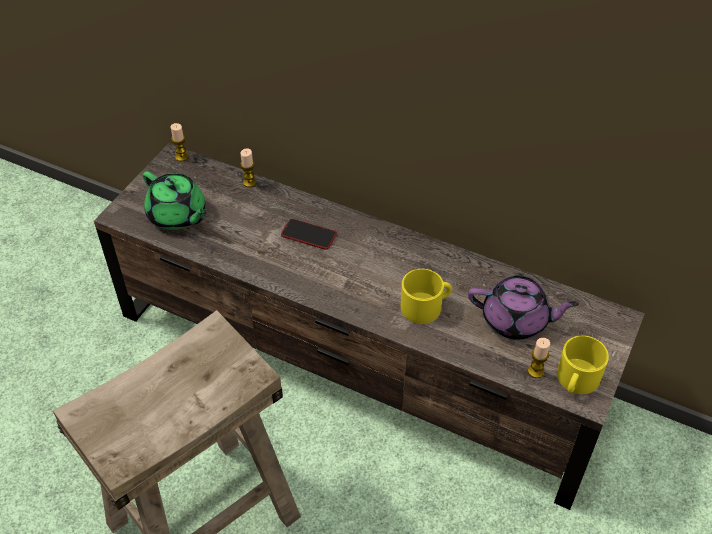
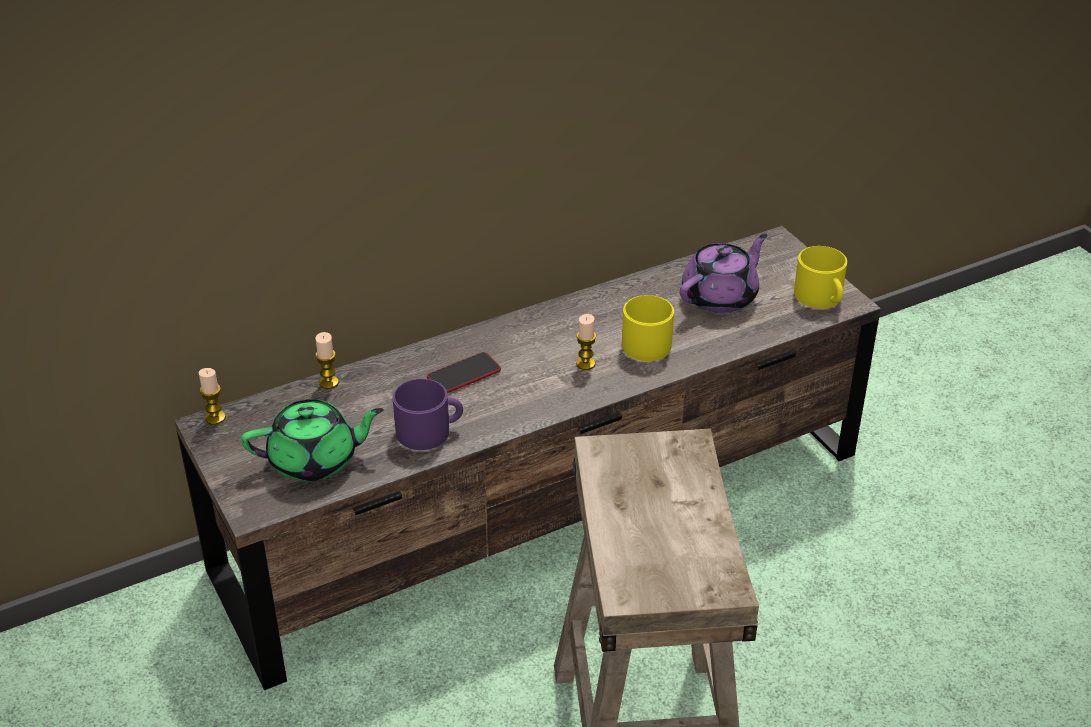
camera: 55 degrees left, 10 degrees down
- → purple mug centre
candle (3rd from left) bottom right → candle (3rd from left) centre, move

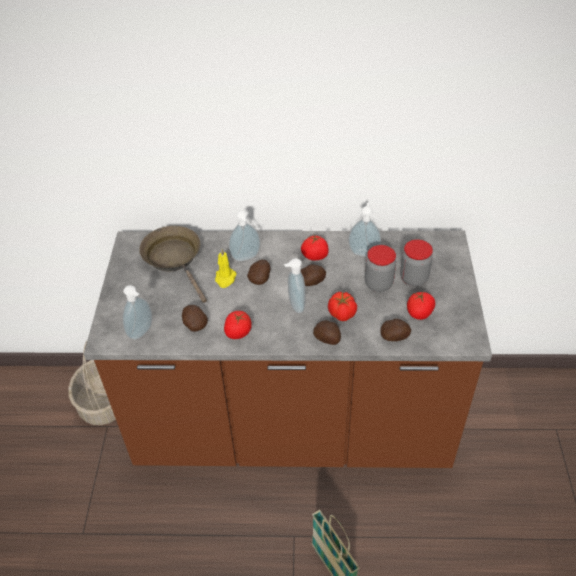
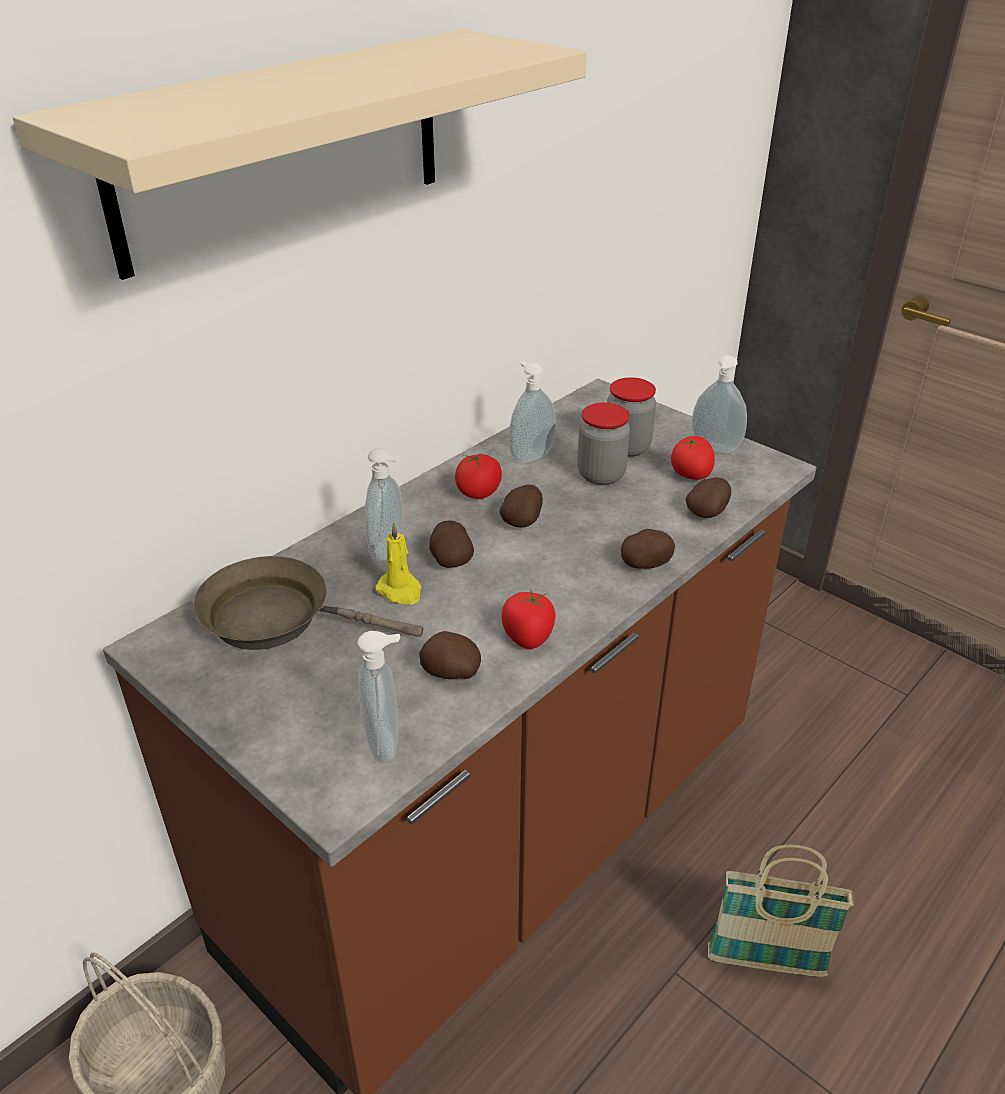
camera: 50 degrees left, 10 degrees down
whole tomato (3rd from left) centre → -
- → sand-coloured wall shelf top left
soap dispenser (3rd from left in the first image) centre → soap dispenser (4th from left) middle right, move

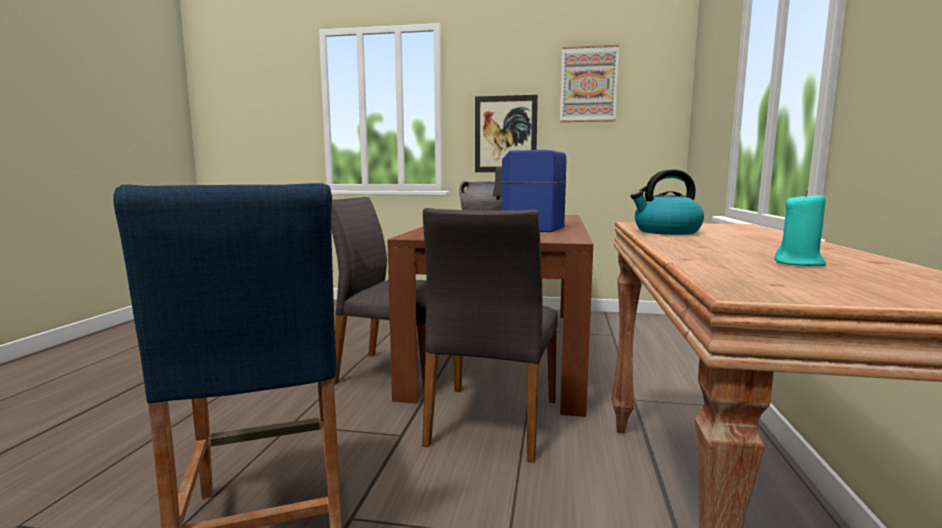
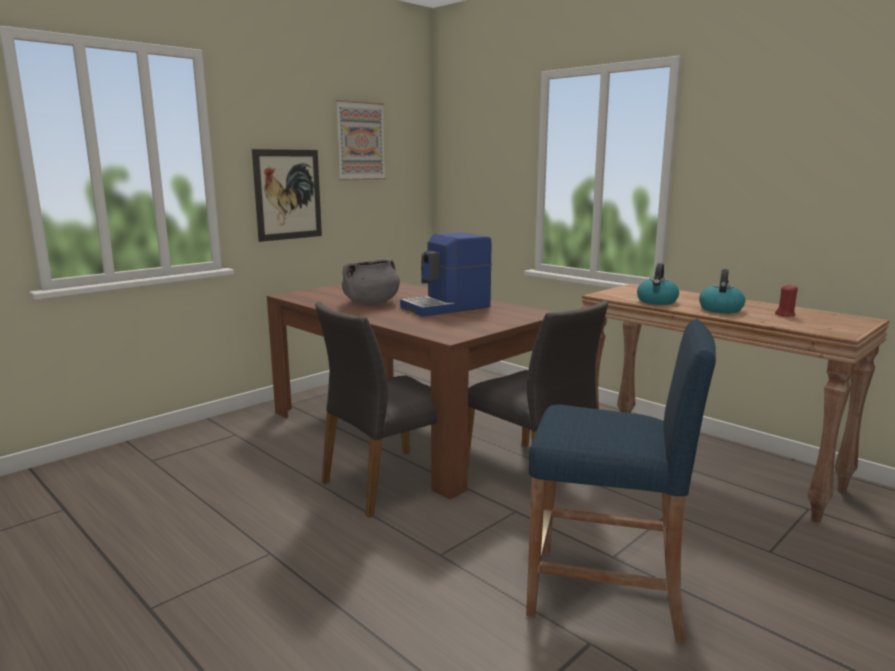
camera: 55 degrees left, 5 degrees up
- → water kettle (2nd from left) middle right
blue-green candle middle right → reddish candle middle right

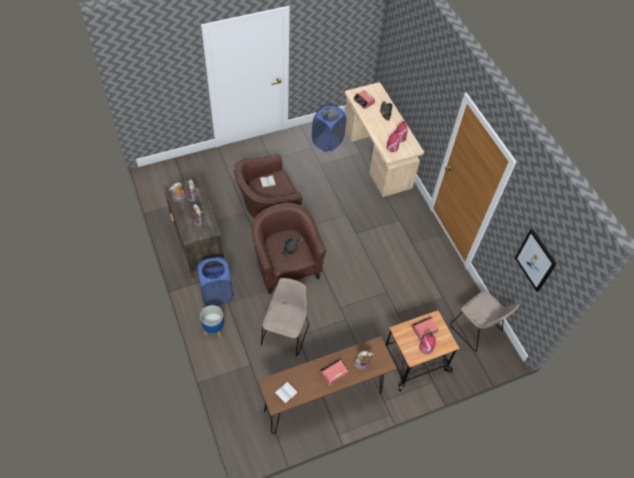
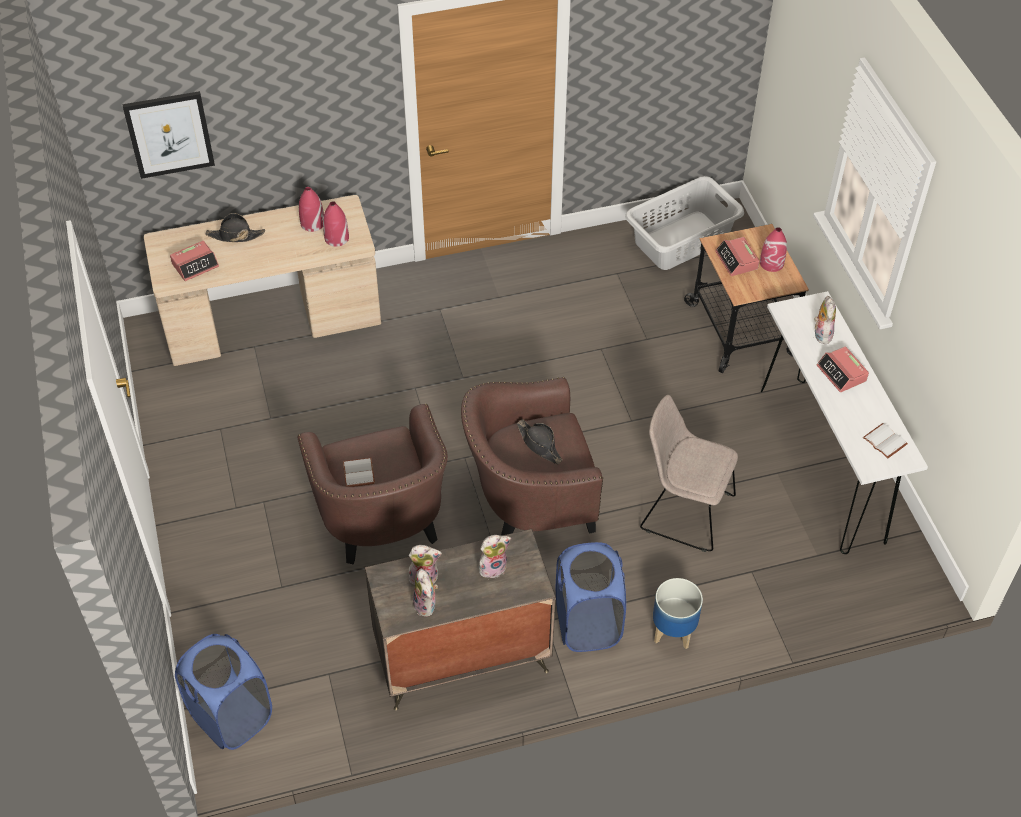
camera: 80 degrees left, 5 degrees down
blue laundry basket (2nd from left in the first image) top centre → blue laundry basket (1st from left) bottom left, move
picture middle right → picture top left, move
sand-coloured plain chair (2nd from left) bottom right → gray laundry basket top right
brownish hall table bottom centre → white hall table middle right

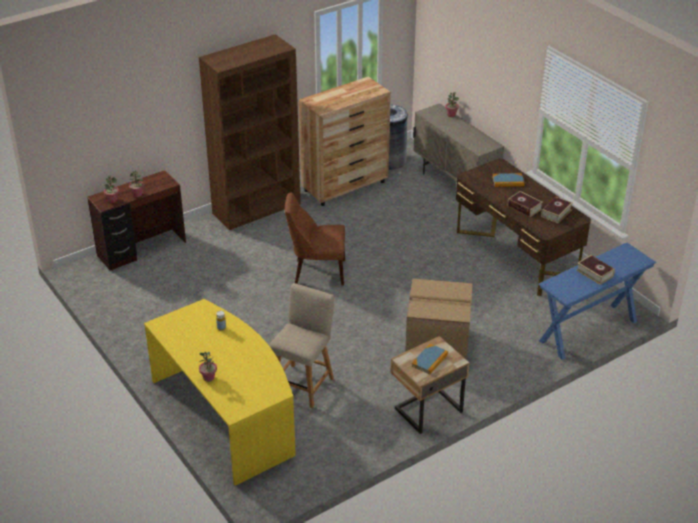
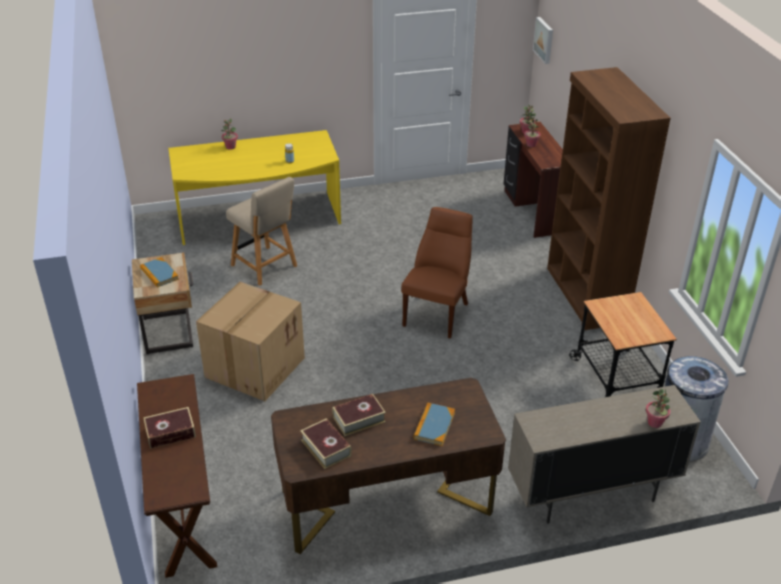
camera: 110 degrees right, 0 degrees up
- → picture top right
brownish dresser top centre → wheeled cart middle right
blue hall table middle right → brownish hall table bottom left

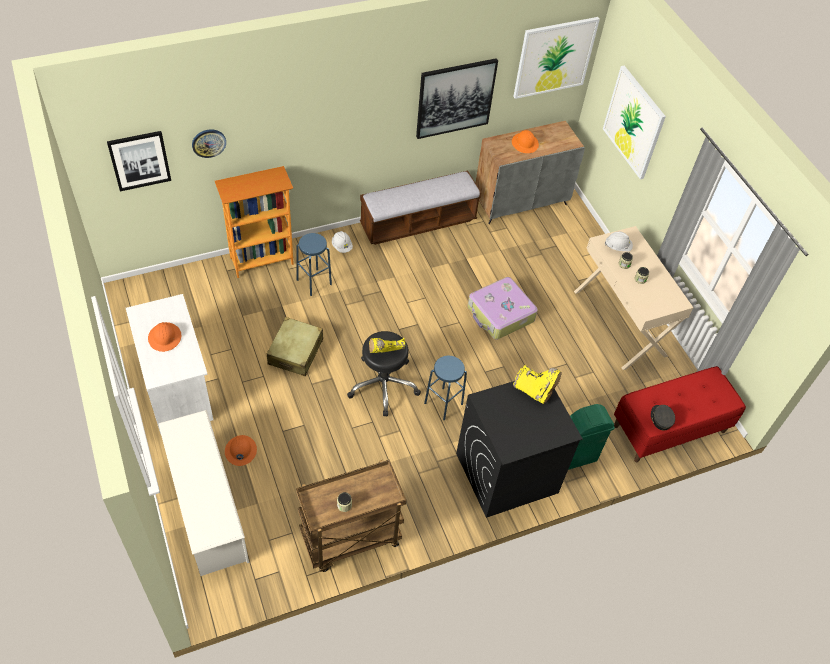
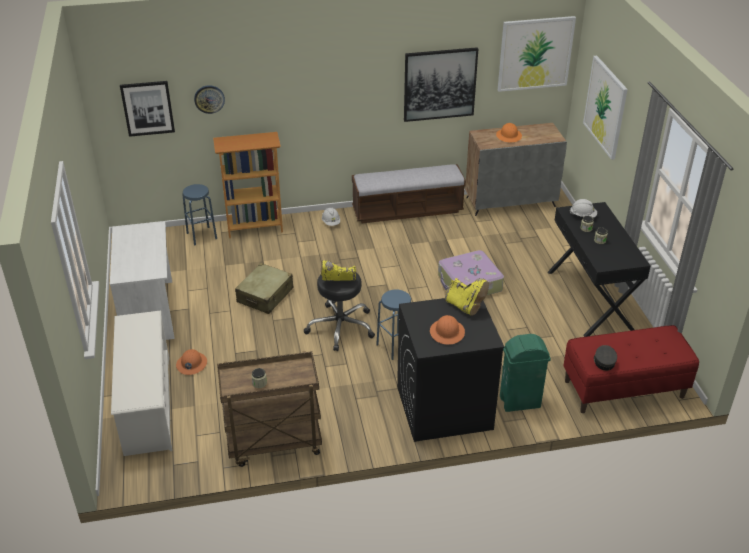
camera: 15 degrees right, 15 degrees down
orange-coloured safety helmet (1st from left in the first image) middle left → orange-coloured safety helmet (2nd from left) centre, move
blue sitting stool (1st from left) centre → blue sitting stool (1st from left) middle left, move
sand-coloured hall table middle right → black hall table middle right

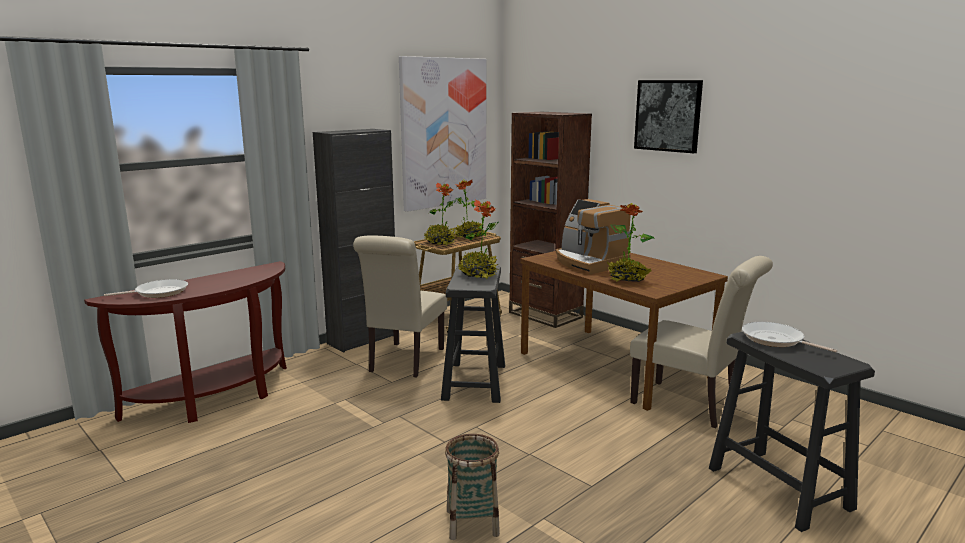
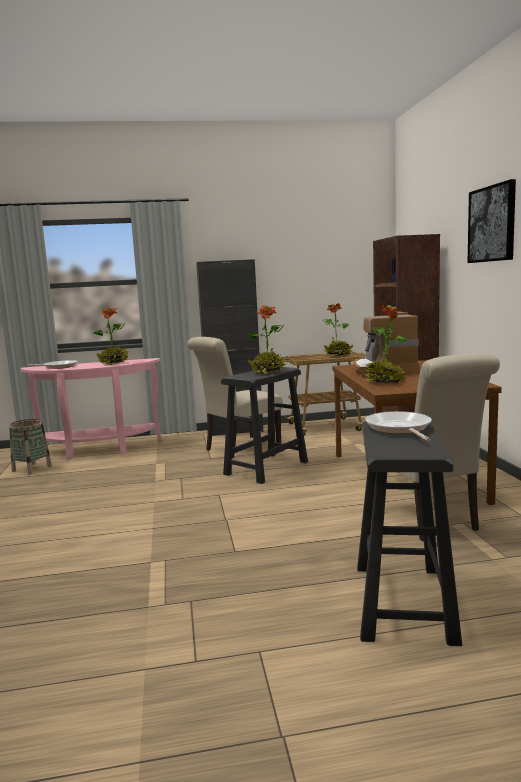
camera: 35 degrees right, 5 degrees down
picture (1st from left) top centre → -
potted plant (1st from left) centre → potted plant (1st from left) middle left, move
storage basket bottom centre → storage basket middle left, move
brownish hall table middle left → pink hall table middle left

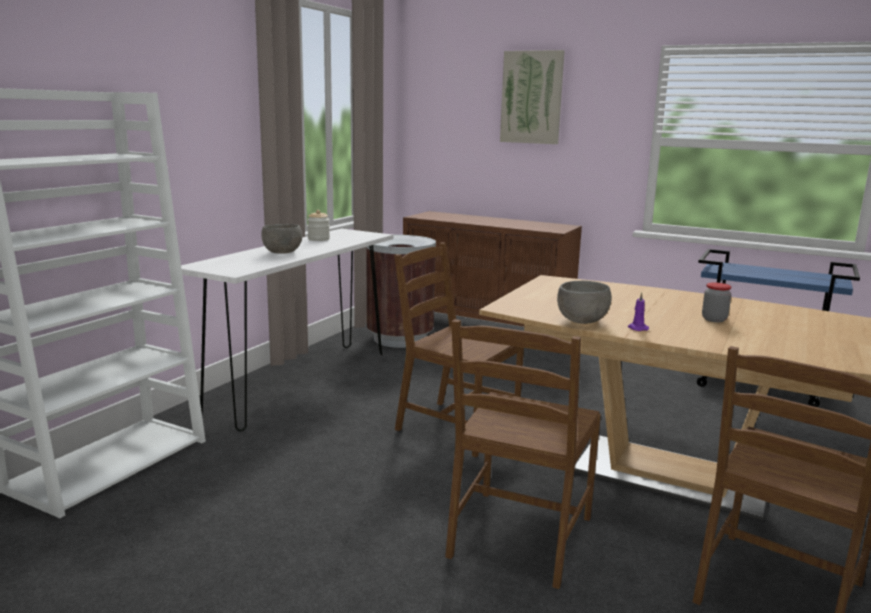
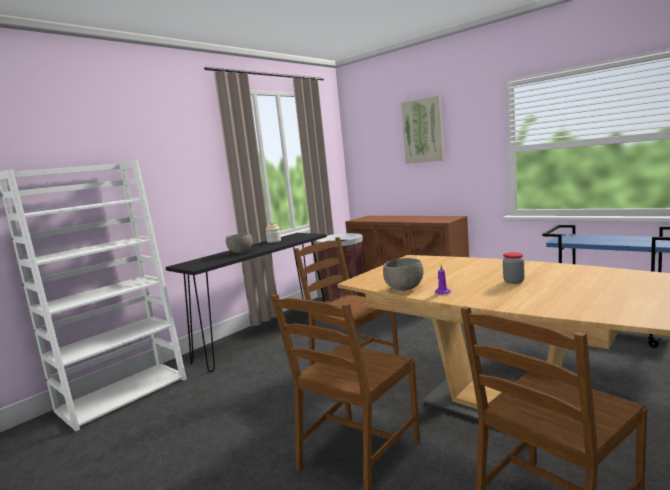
camera: 15 degrees right, 5 degrees down
white hall table middle left → black hall table centre

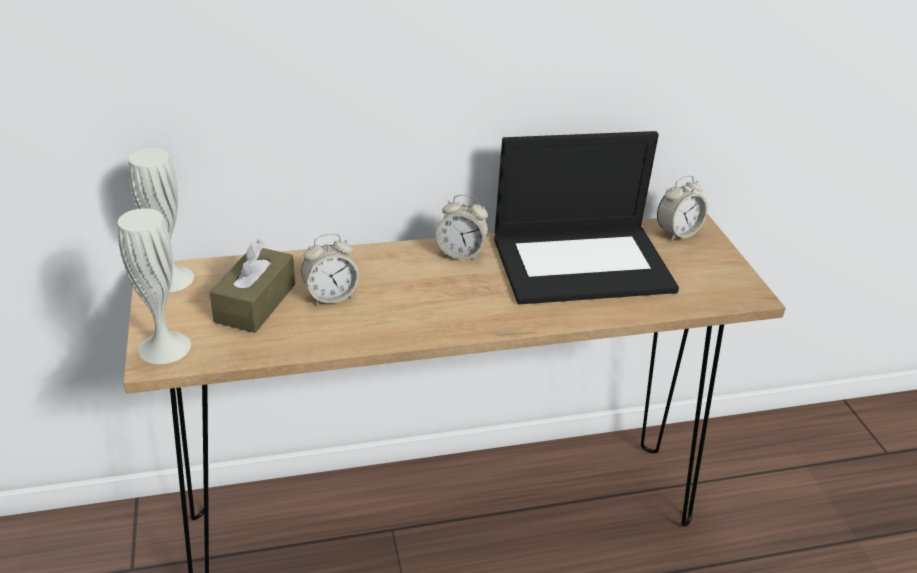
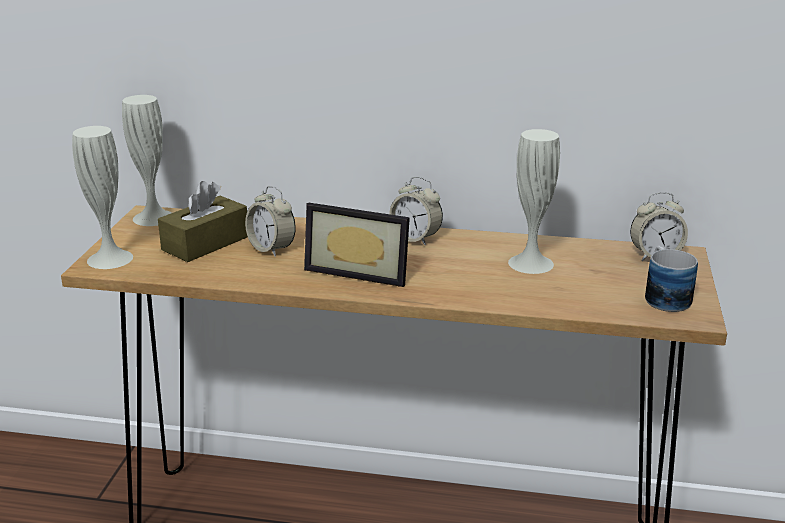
camera: 25 degrees right, 10 degrees down
- → photo frame centre
- → mug middle right
portable computer centre → white flower vase (3rd from left) middle right
bedside clock (1st from left) centre, 45 degrees clockwise

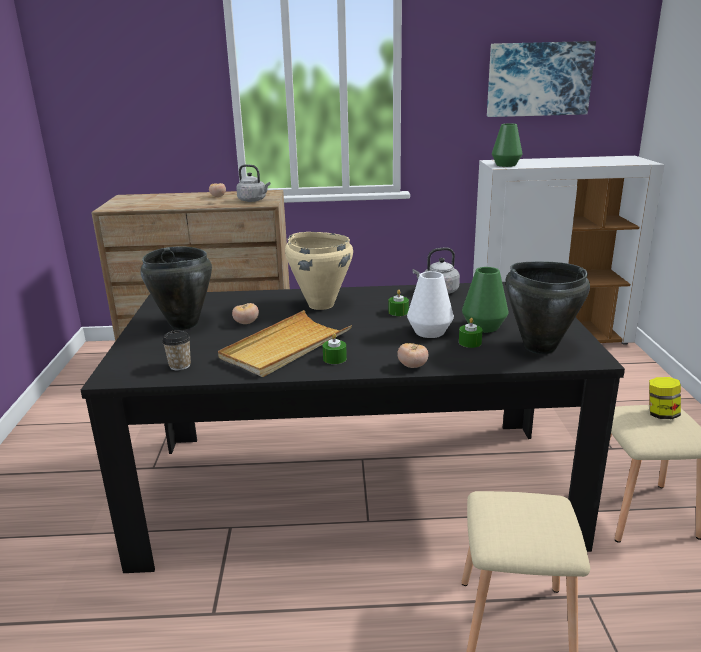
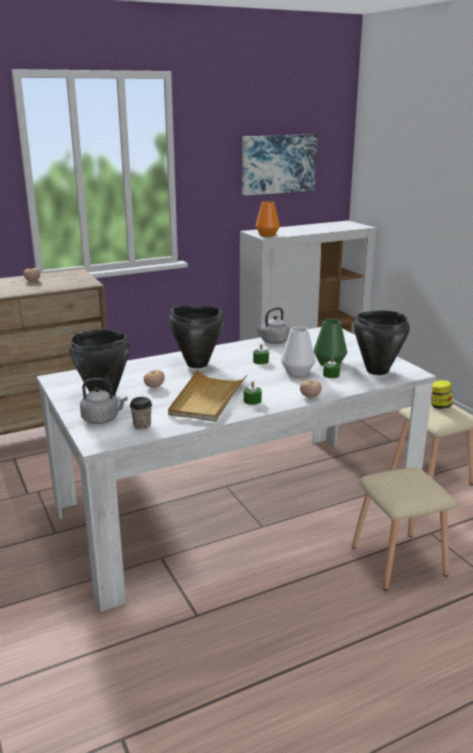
camera: 25 degrees left, 0 degrees up
gray water kettle (1st from left) top centre → gray water kettle (1st from left) middle left, move
black dining table centre → white dining table centre
sand-coloured stockpot centre → black stockpot (2nd from left) centre
green-coloured flower vase (2nd from left) top right → orange-coloured flower vase top centre

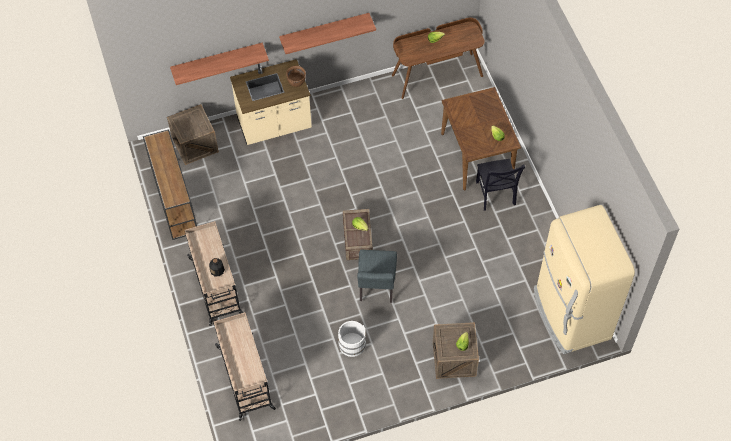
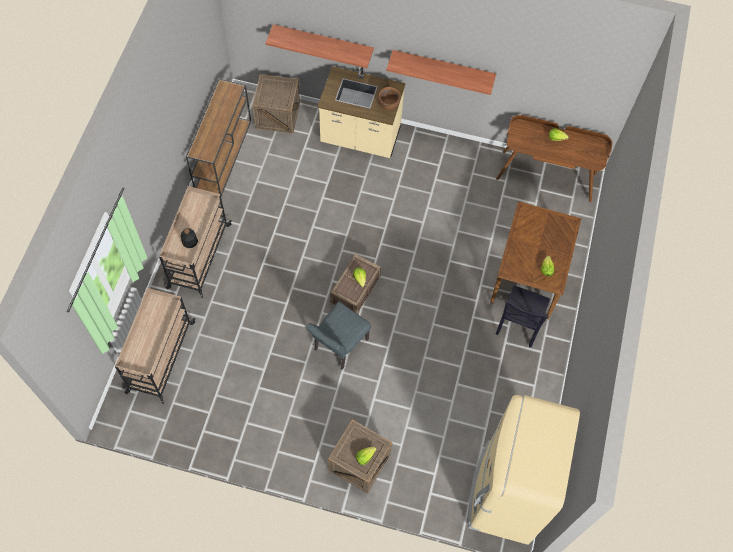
camera: 30 degrees right, 5 degrees up
white bucket bottom centre → -

